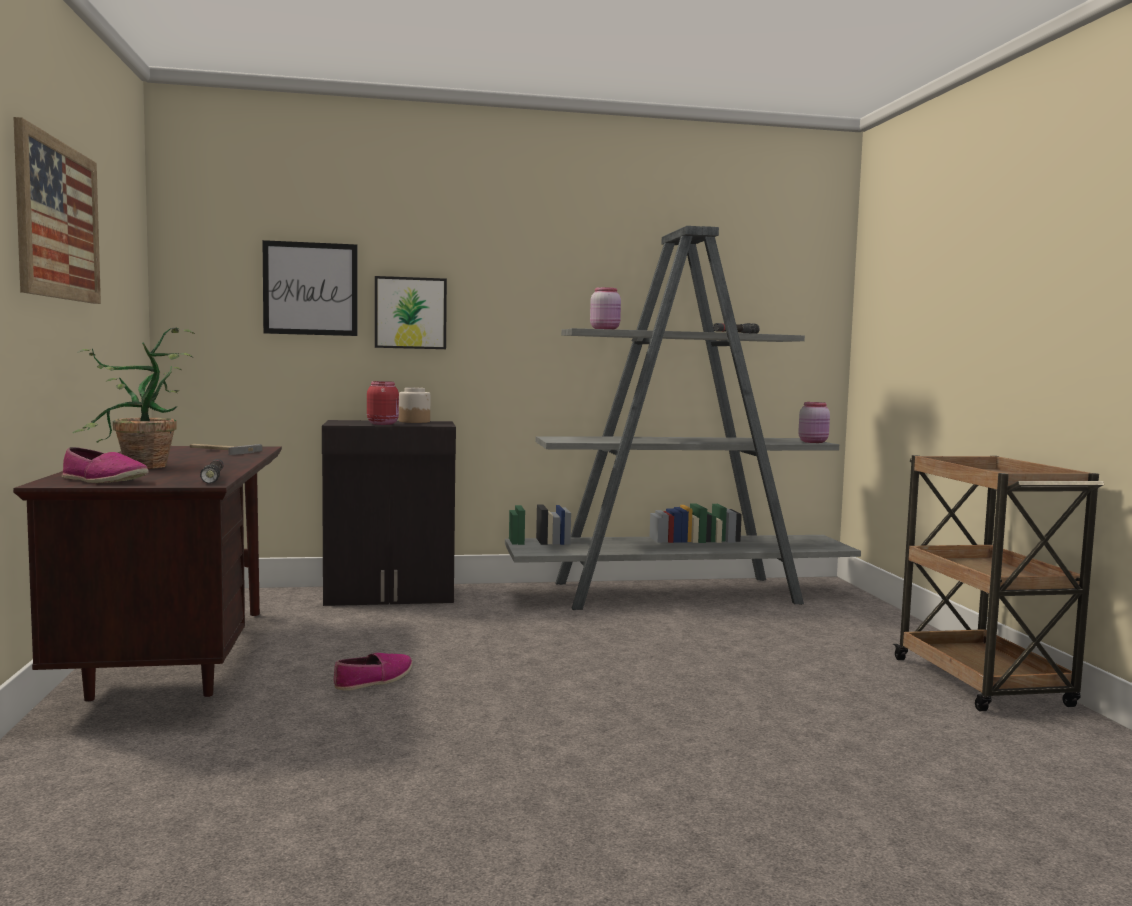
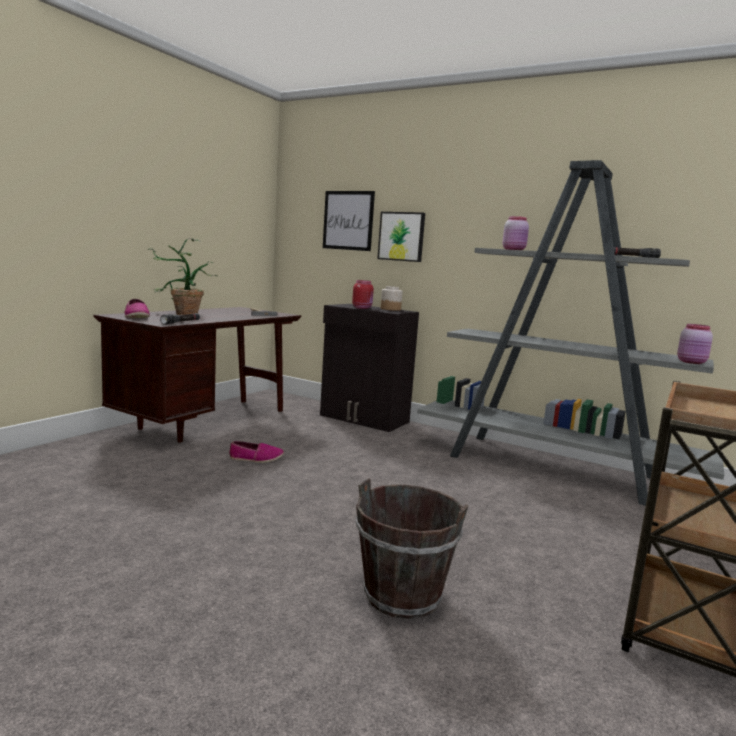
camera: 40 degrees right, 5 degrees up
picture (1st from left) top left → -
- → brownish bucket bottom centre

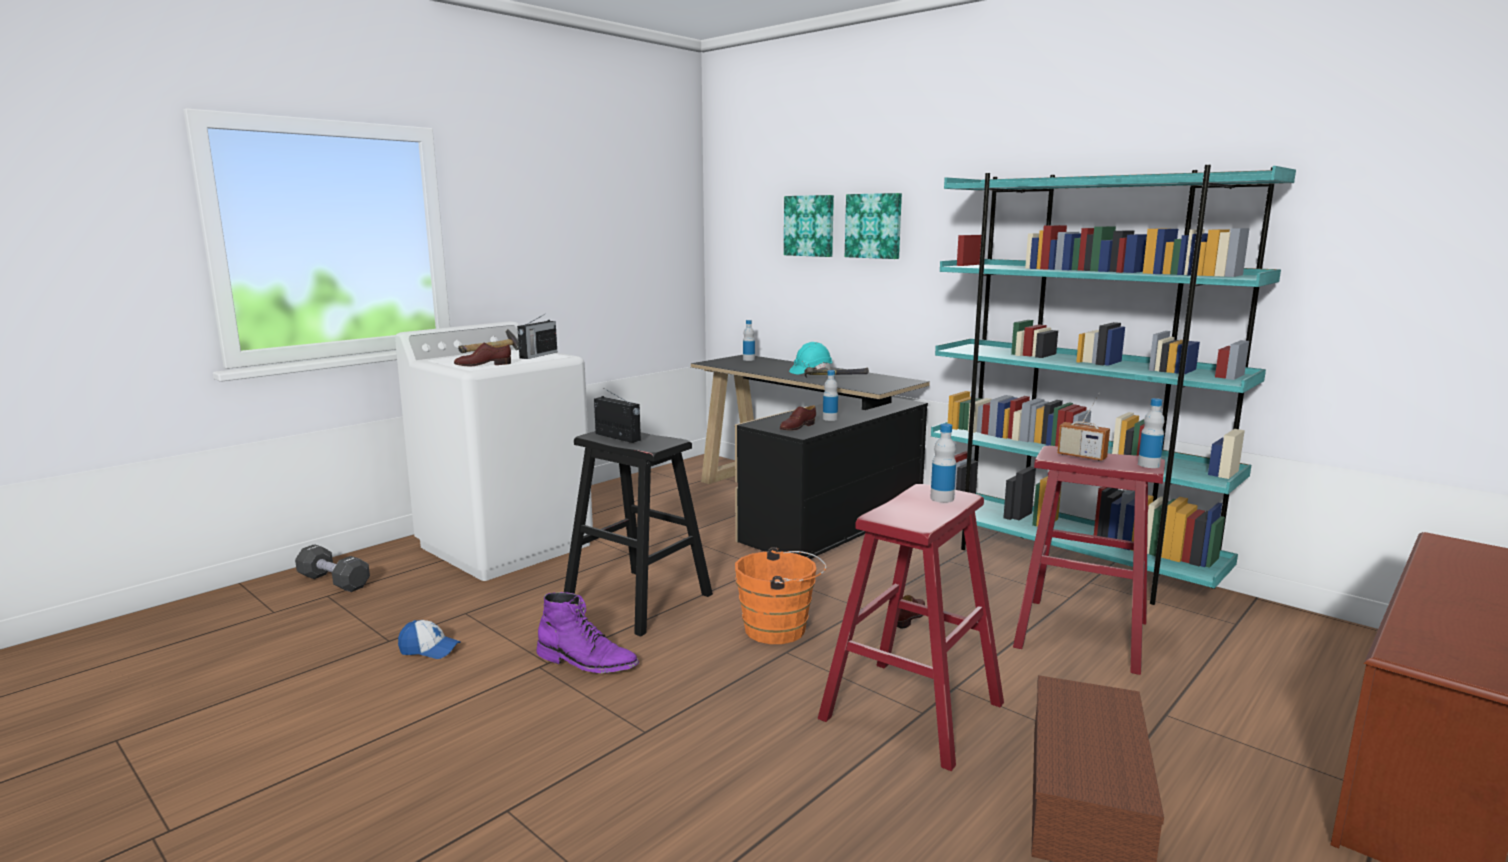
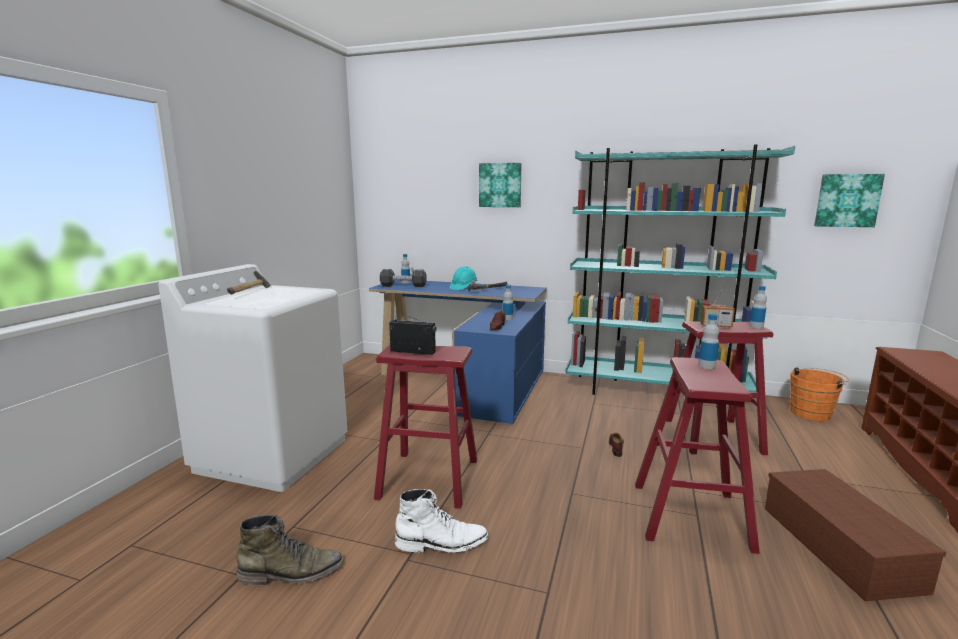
camera: 25 degrees left, 0 degrees up
brownish low shoe (1st from left) middle left → -
radio (1st from left) centre → -
black dumbbell middle left → black dumbbell centre, move
orange-coloured bucket bottom centre → orange-coloured bucket middle right, move
picture (1st from left in the first image) top centre → picture (2nd from left) top right, move
peaked cap bottom left → green-coloured tall boot bottom left
purple tall boot bottom centre → white tall boot bottom centre
black sitting stool centre → reddish sitting stool (1st from left) bottom centre
black desk unit centre → blue desk unit centre

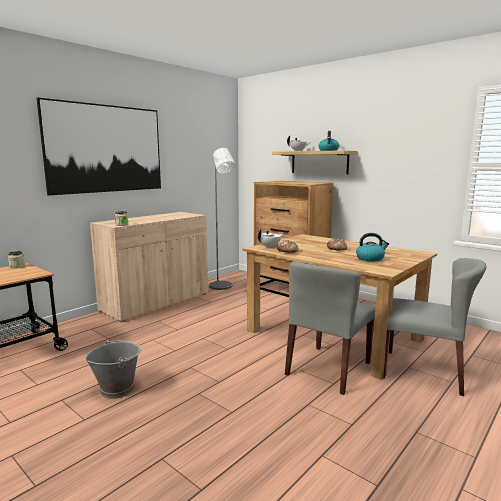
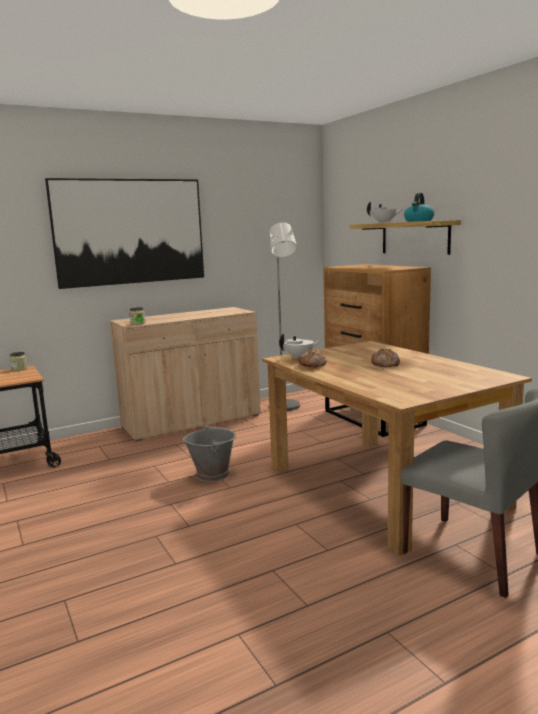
camera: 20 degrees right, 0 degrees up
gray plain chair (1st from left) centre → -
water kettle (2nd from left) middle right → -
gray bucket bottom left → gray bucket centre, move

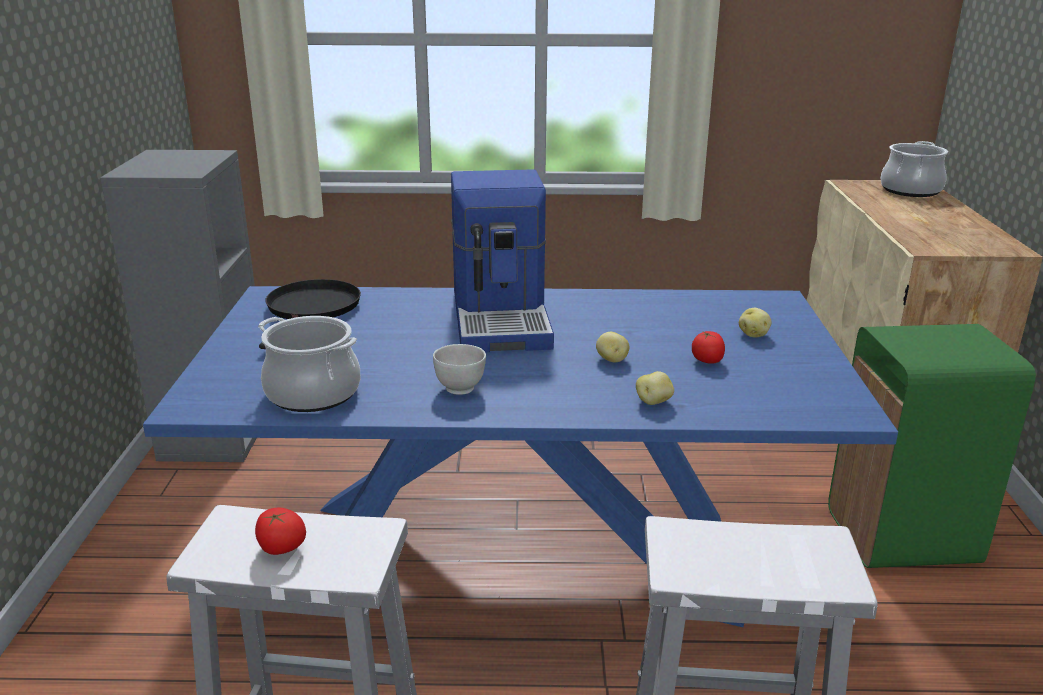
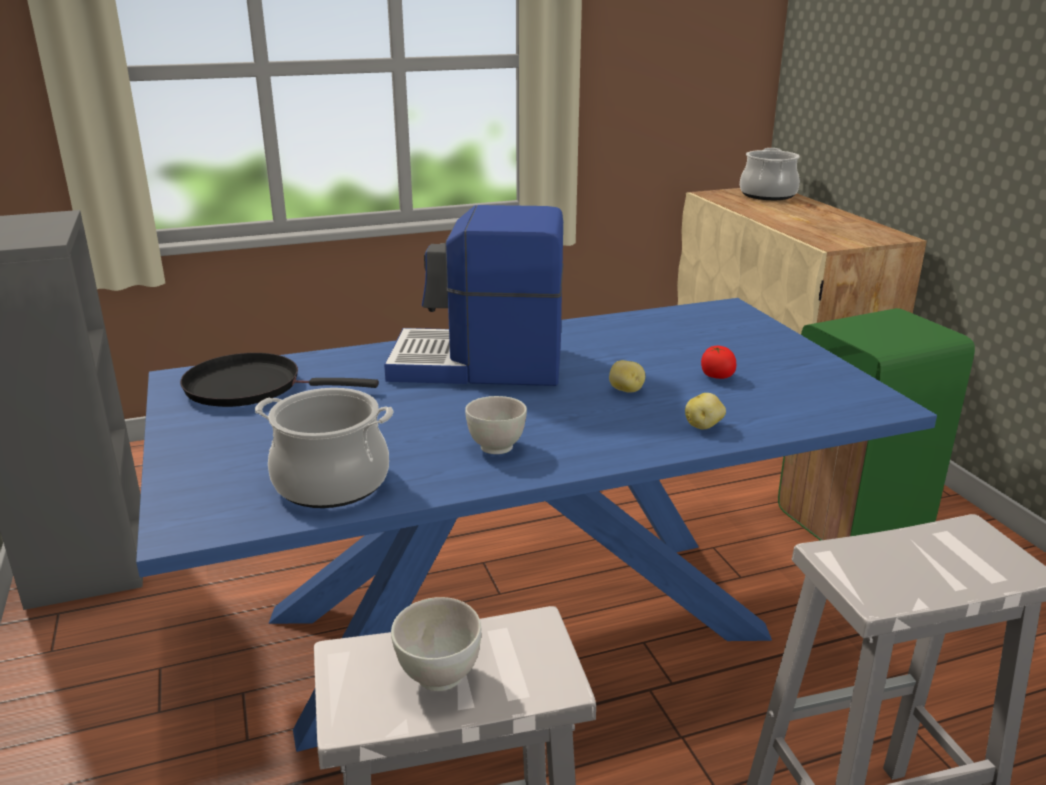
camera: 20 degrees left, 0 degrees up
whole potato (3rd from left) middle right → -
whole tomato (1st from left) bottom left → white bowl (1st from left) bottom centre
black pan middle left, 75 degrees counterclockwise
coffee machine centre, 120 degrees clockwise

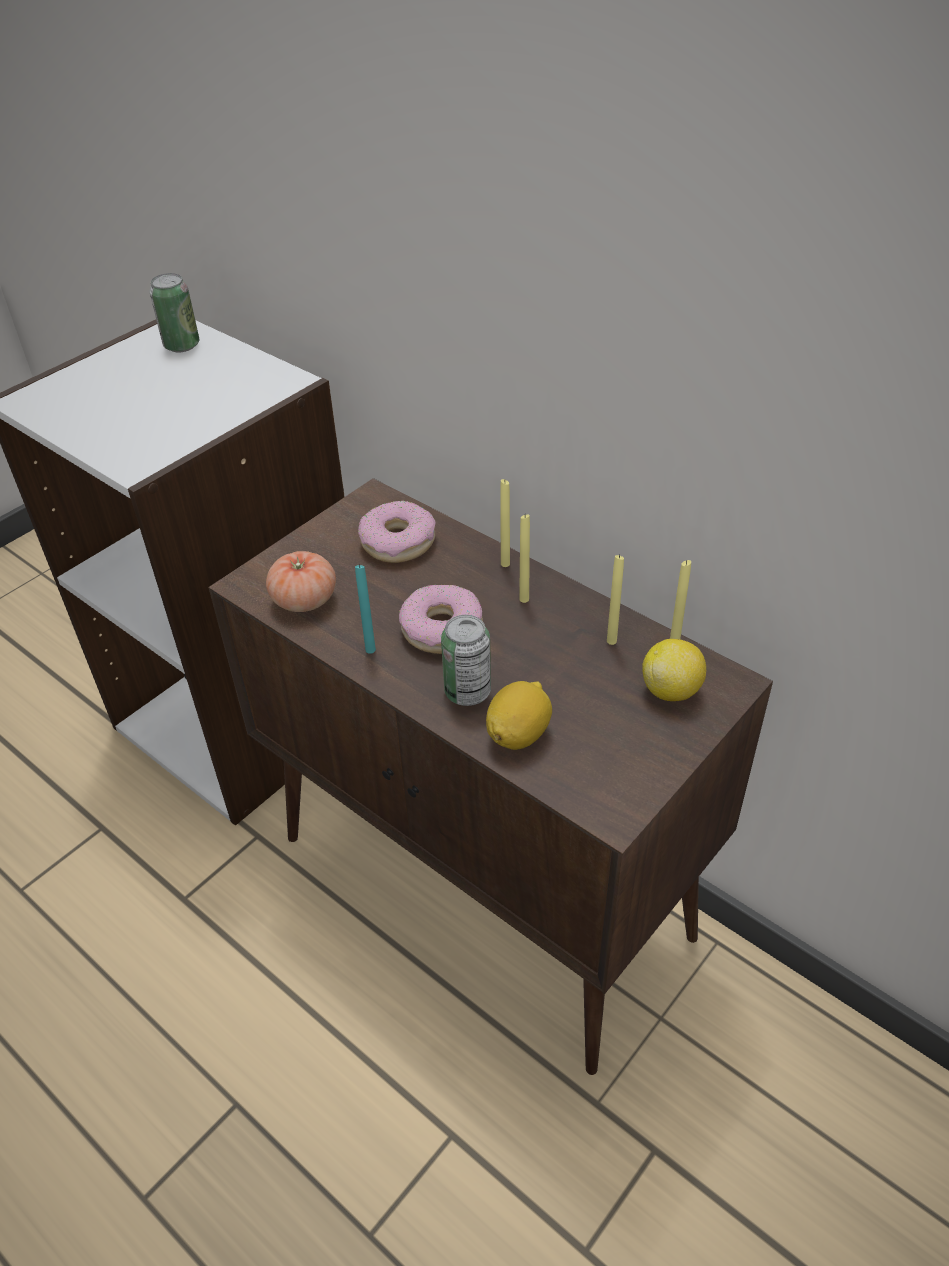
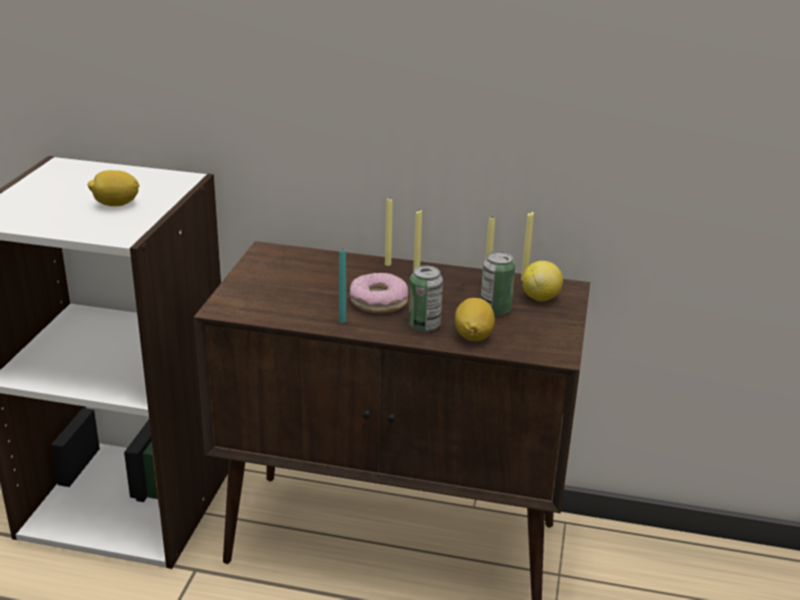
camera: 30 degrees left, 15 degrees down
whole tomato middle left → -
ring doughnut (1st from left) centre → -
- → whole lemon (1st from left) top left
can (1st from left in the first image) top left → can (2nd from left) centre, move

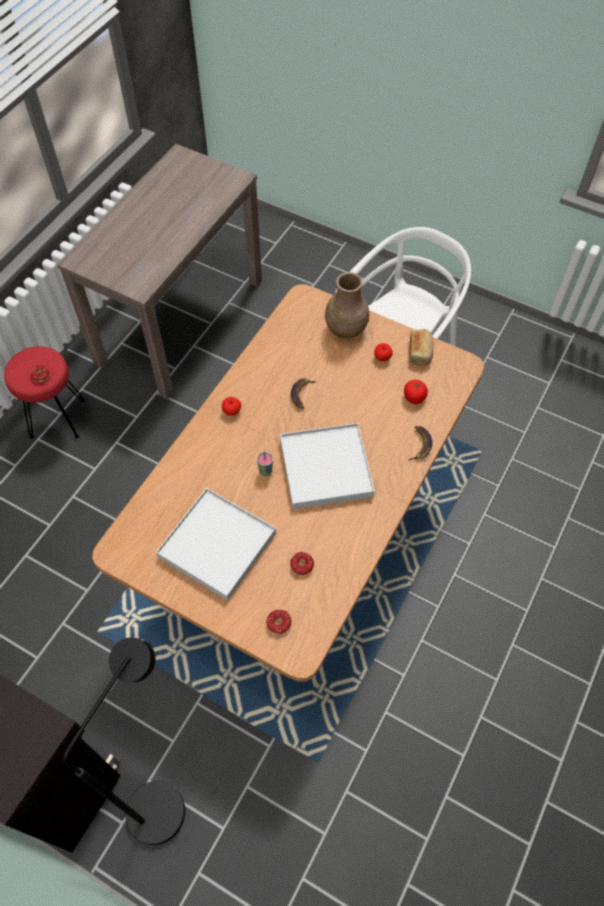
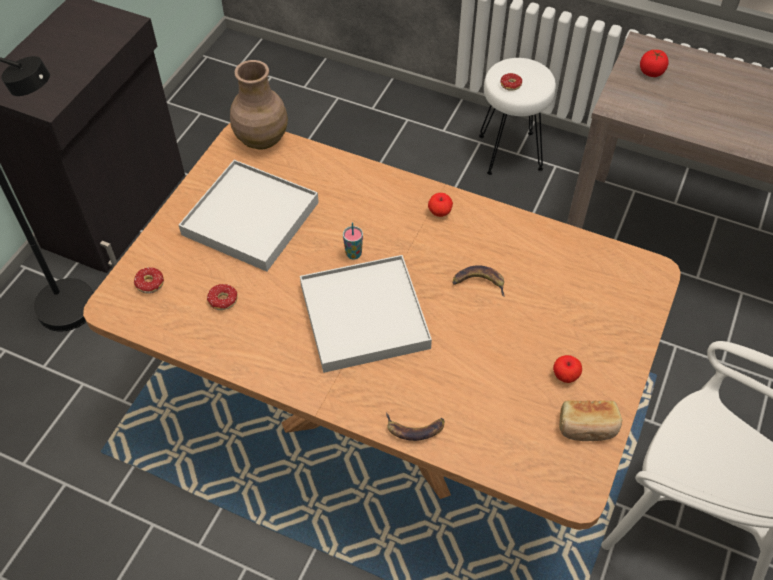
camera: 85 degrees right, 5 degrees down
brownish flower vase centre → brownish flower vase top centre, move
whole tomato middle right → whole tomato top right, move
reddish sitting stool middle left → white sitting stool top right

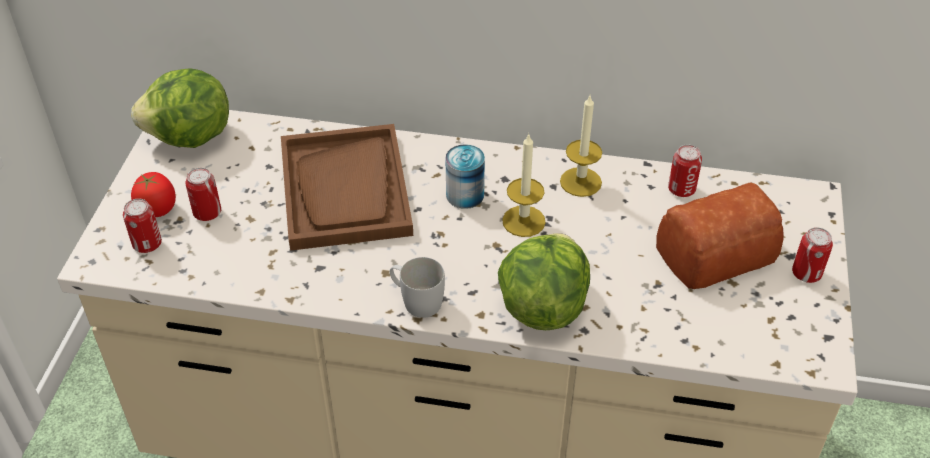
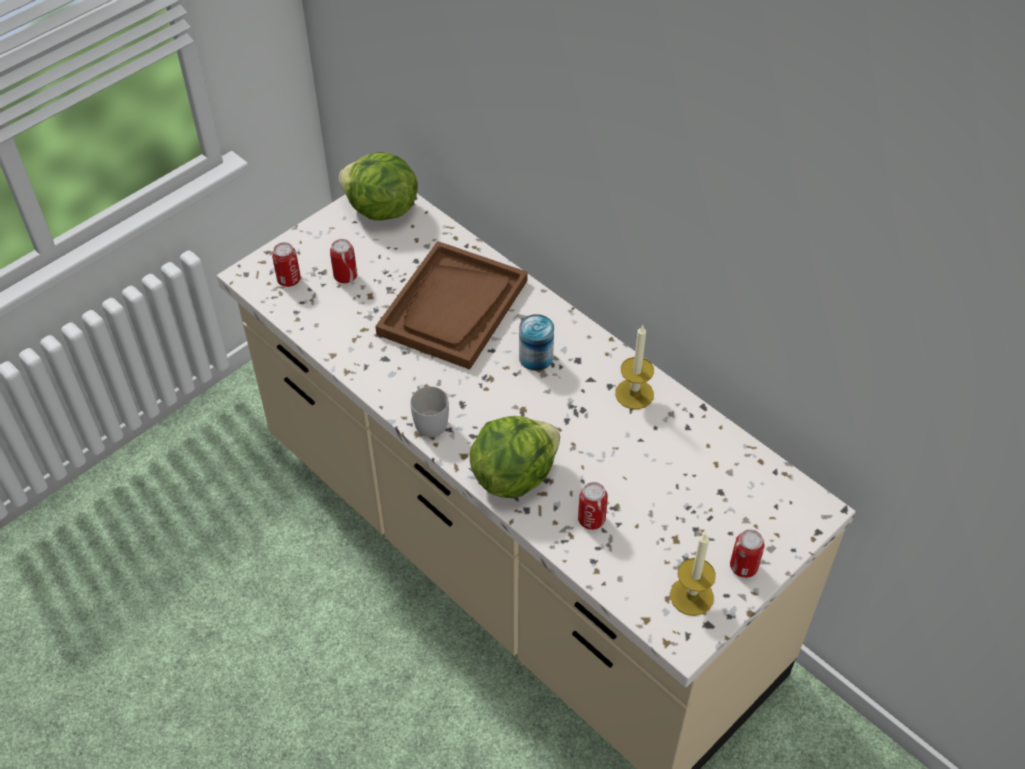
camera: 35 degrees right, 5 degrees up
whole tomato middle left → -
baked bread middle right → -
candle (1st from left in the first image) centre → candle (2nd from left) bottom right, move
can (4th from left) middle right → can (4th from left) centre, move

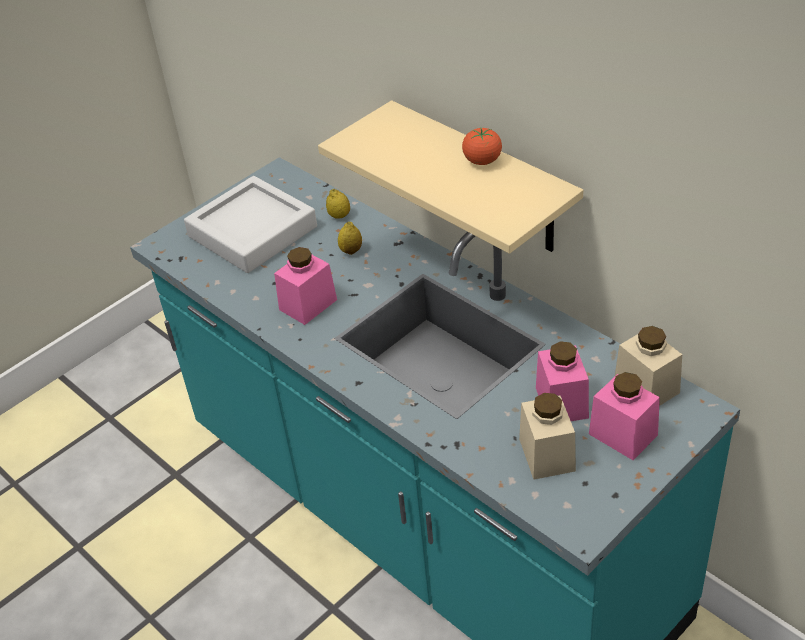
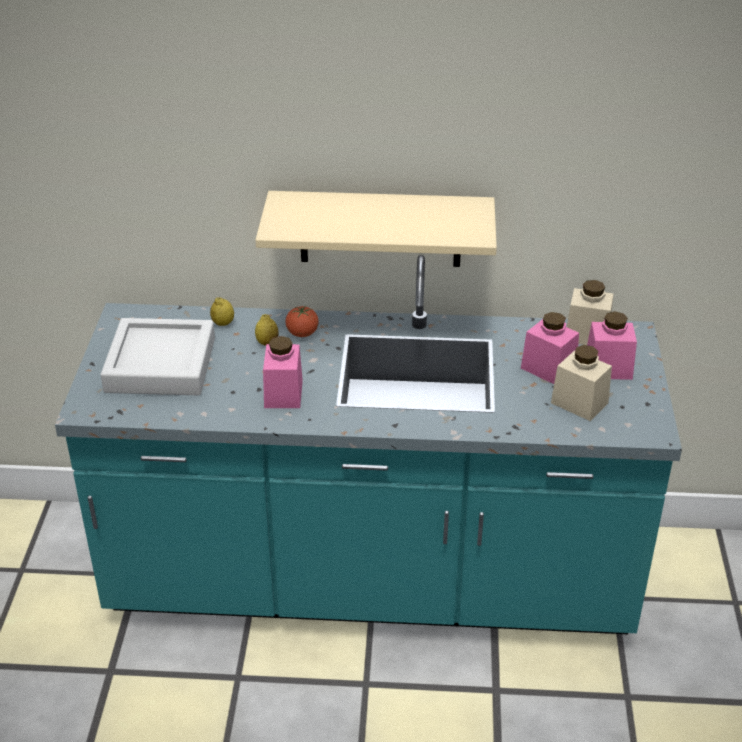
camera: 45 degrees left, 5 degrees down
whole tomato top centre → whole tomato centre, move

